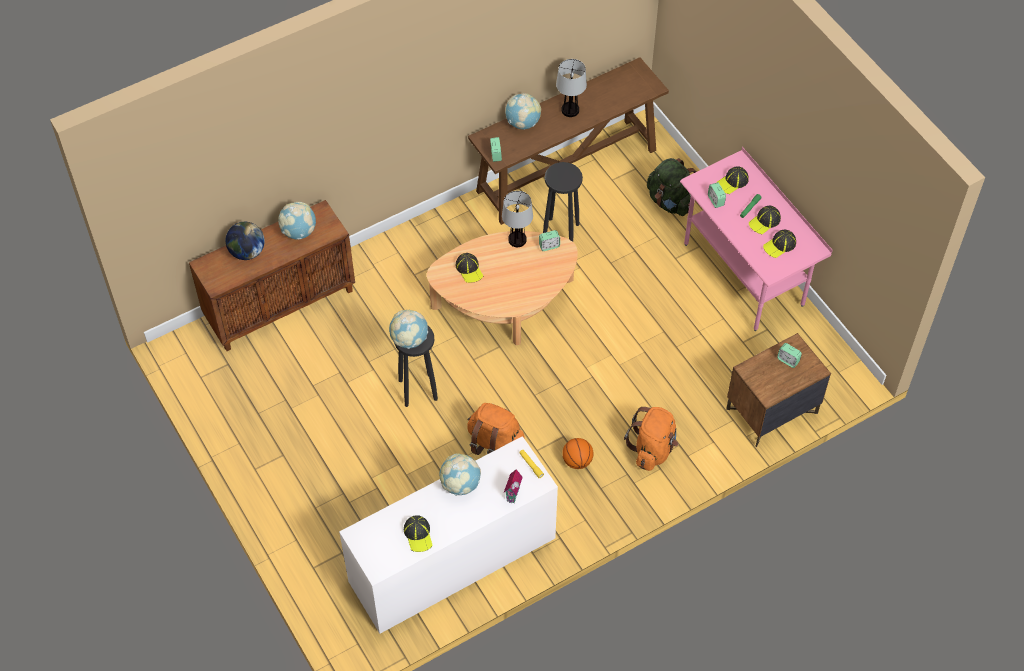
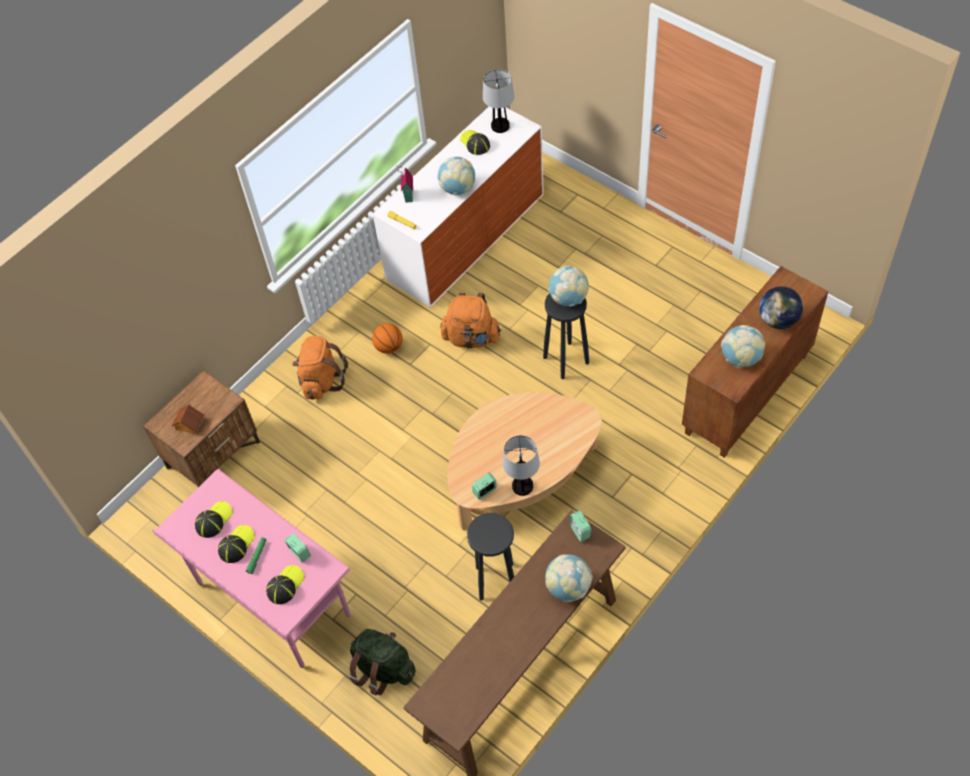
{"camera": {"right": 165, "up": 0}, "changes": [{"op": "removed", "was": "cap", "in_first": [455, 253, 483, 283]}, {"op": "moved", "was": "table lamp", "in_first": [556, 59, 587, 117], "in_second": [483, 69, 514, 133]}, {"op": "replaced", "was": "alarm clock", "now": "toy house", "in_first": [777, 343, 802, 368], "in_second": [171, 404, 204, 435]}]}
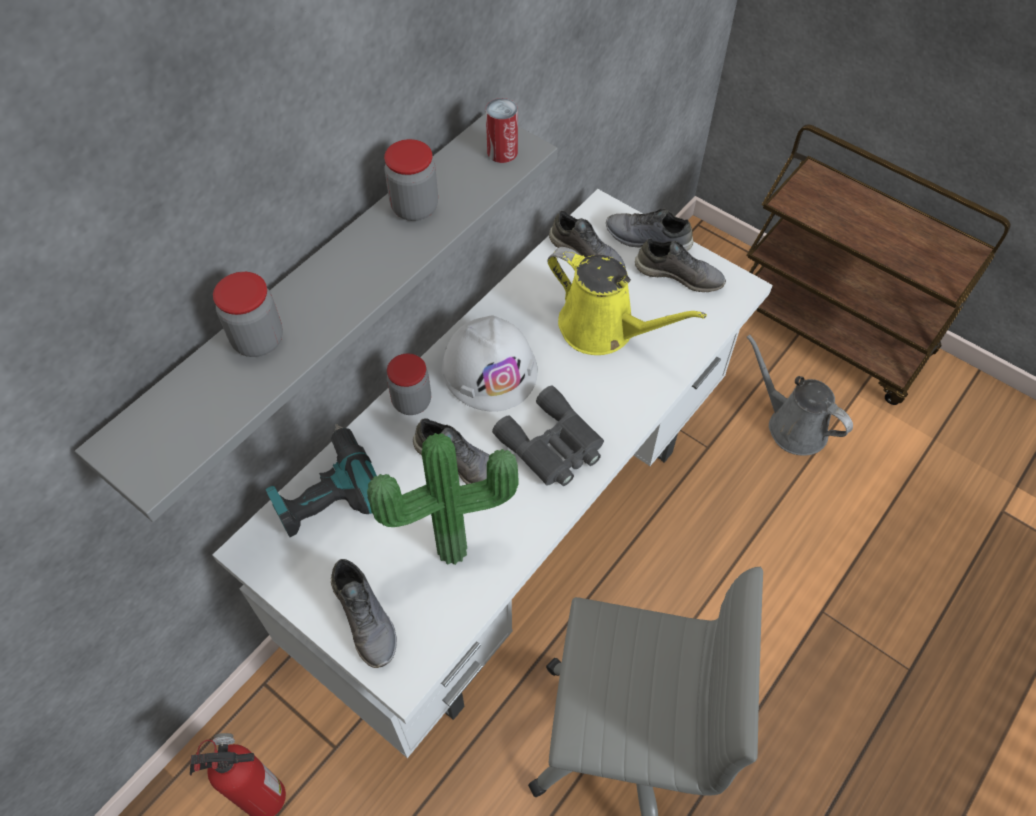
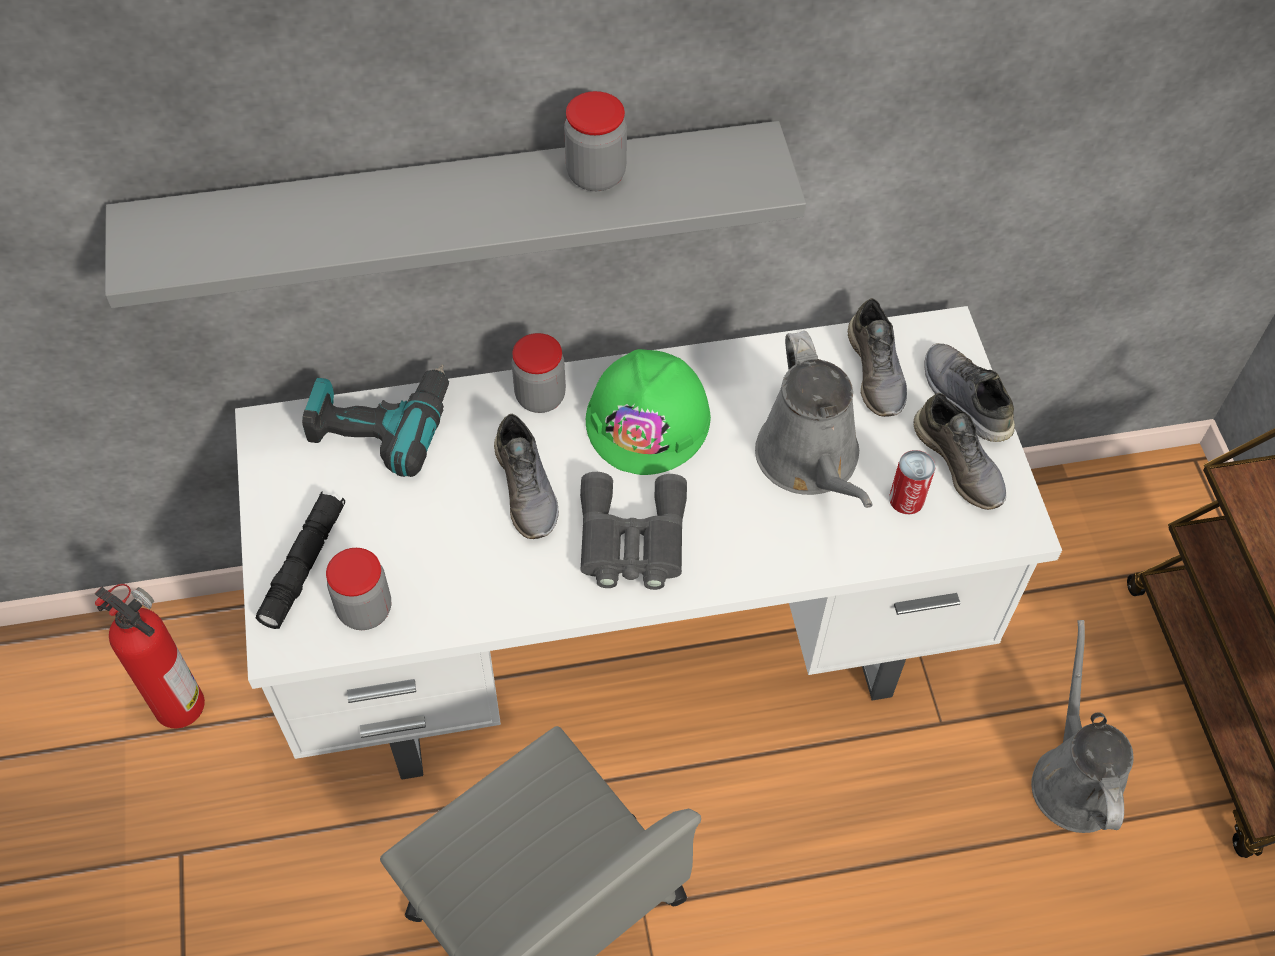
{"camera": {"right": 40, "up": 0}, "changes": [{"op": "moved", "was": "jar", "in_first": [213, 272, 283, 357], "in_second": [326, 548, 391, 630]}, {"op": "replaced", "was": "grey shoe", "now": "black flashlight", "in_first": [331, 559, 397, 668], "in_second": [256, 491, 345, 629]}, {"op": "removed", "was": "potted plant", "in_first": [367, 433, 519, 565]}, {"op": "recoloured", "was": "white hard hat", "now": "green hard hat", "in_first": [442, 316, 538, 412], "in_second": [586, 349, 711, 475]}, {"op": "moved", "was": "can", "in_first": [486, 98, 518, 163], "in_second": [889, 450, 935, 514]}, {"op": "recoloured", "was": "yellow watering can", "now": "grey watering can", "in_first": [547, 247, 707, 355], "in_second": [755, 331, 873, 508]}]}
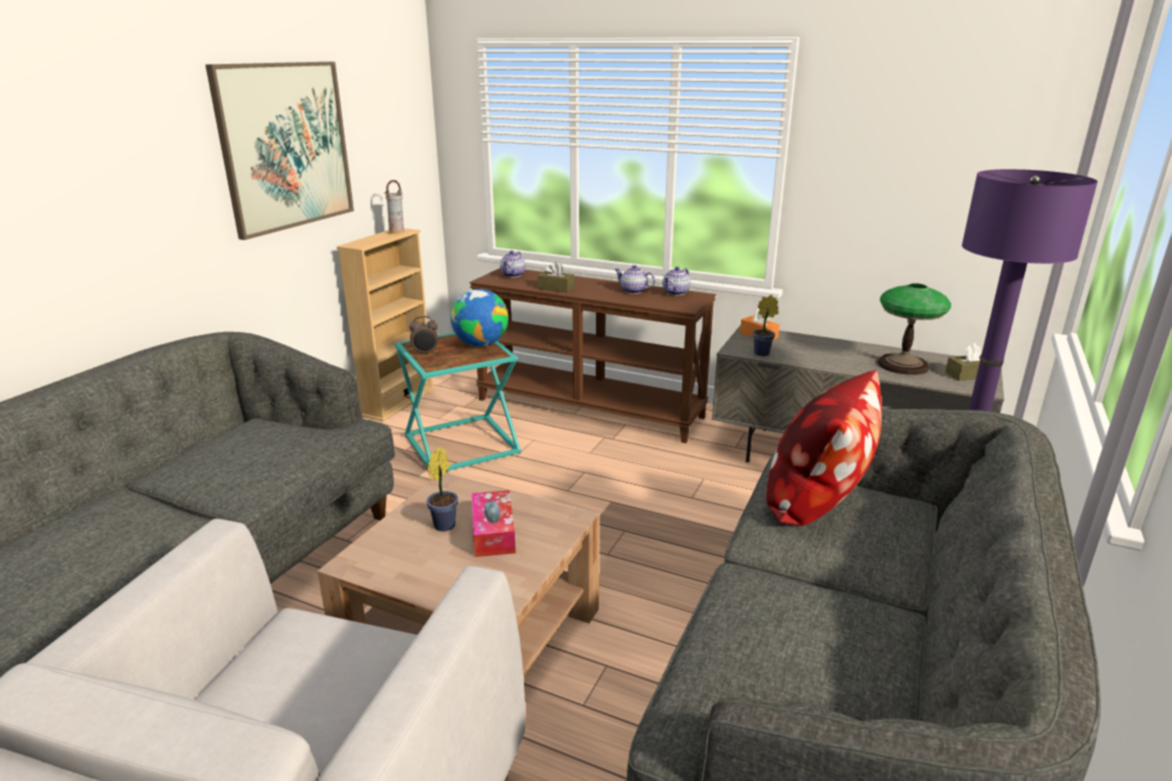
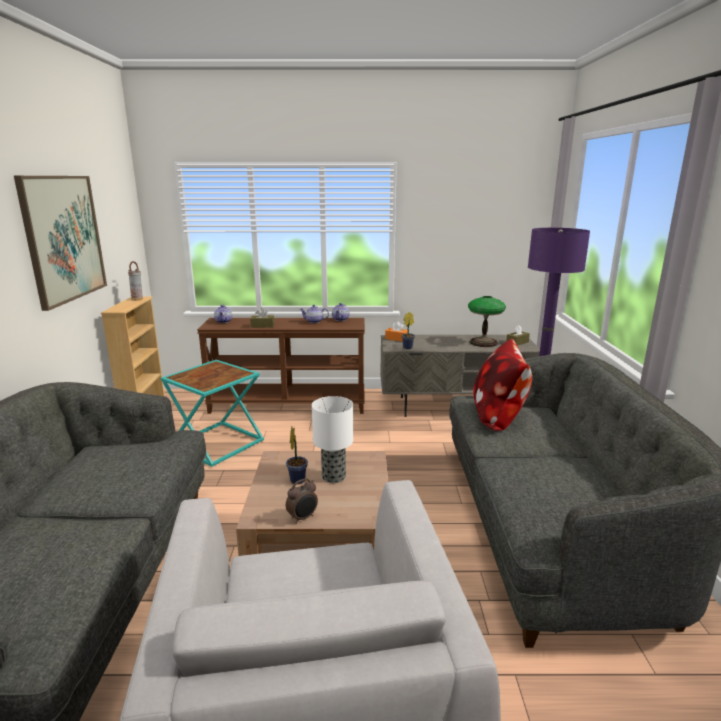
{"camera": {"right": -25, "up": -5}, "changes": [{"op": "moved", "was": "alarm clock", "in_first": [409, 316, 438, 355], "in_second": [286, 478, 318, 524]}, {"op": "removed", "was": "globe", "in_first": [451, 289, 508, 346]}, {"op": "replaced", "was": "tissue box", "now": "table lamp", "in_first": [472, 490, 516, 557], "in_second": [312, 396, 353, 483]}]}
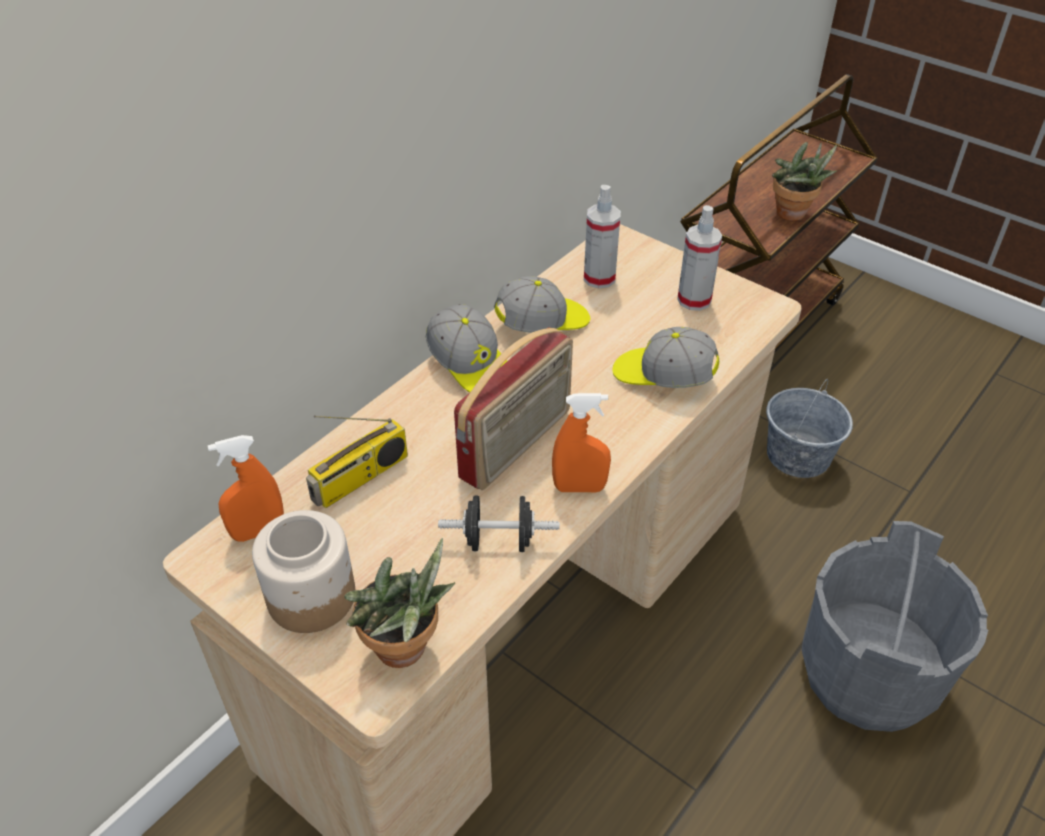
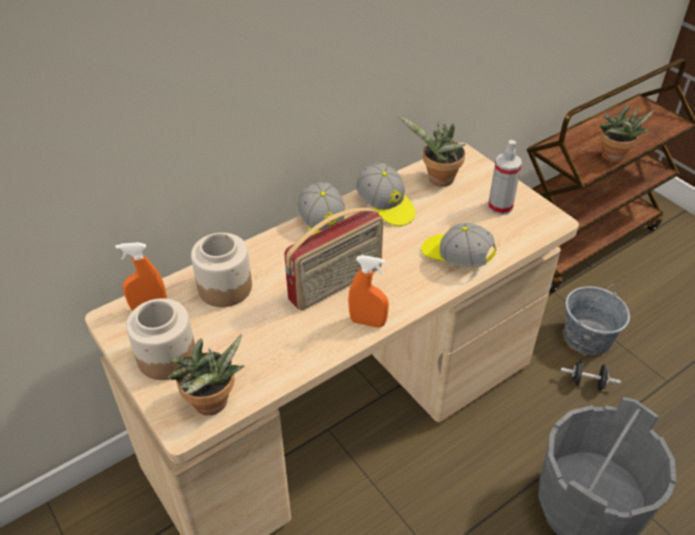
{"camera": {"right": 15, "up": 0}, "changes": [{"op": "replaced", "was": "radio", "now": "jar", "in_first": [306, 415, 408, 508], "in_second": [191, 233, 252, 307]}, {"op": "moved", "was": "black dumbbell", "in_first": [438, 495, 560, 552], "in_second": [561, 360, 621, 391]}, {"op": "turned", "was": "cap", "in_first": [494, 276, 591, 333], "in_second": [355, 163, 415, 226], "clockwise": 60}, {"op": "replaced", "was": "spray bottle", "now": "potted plant", "in_first": [584, 185, 621, 289], "in_second": [398, 116, 466, 187]}]}
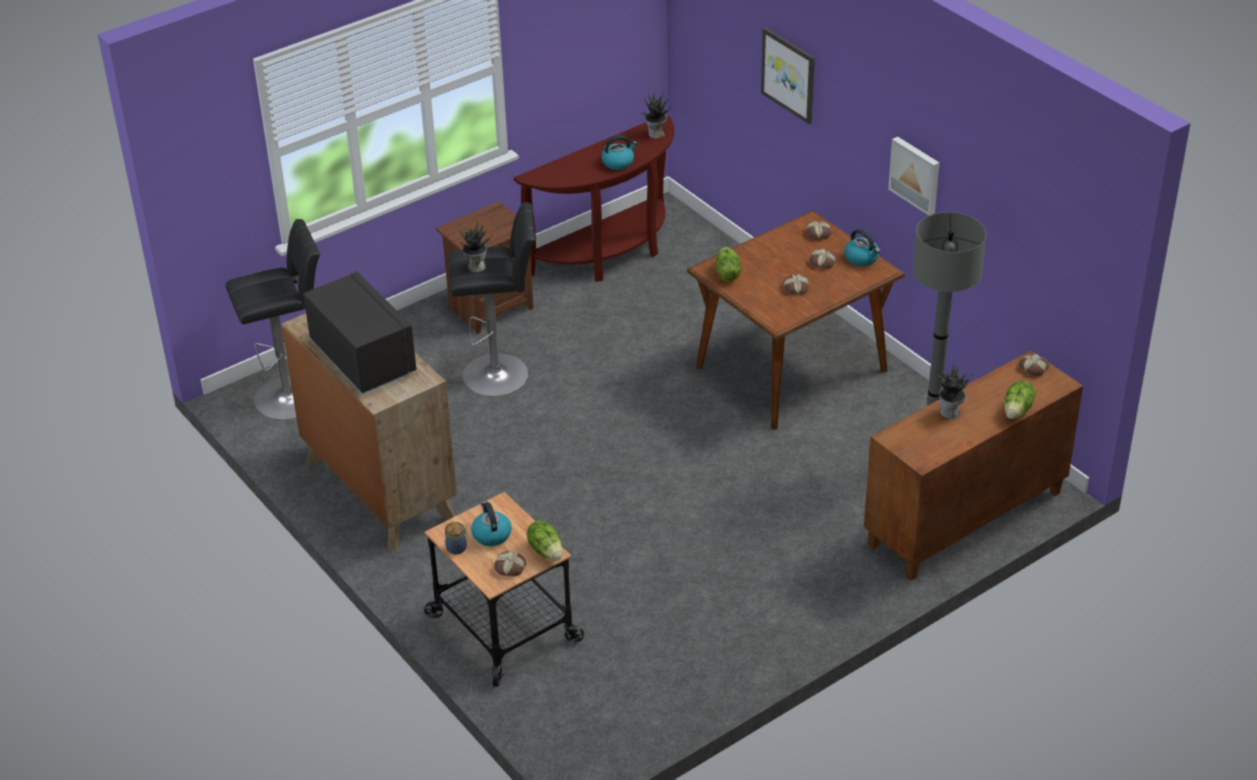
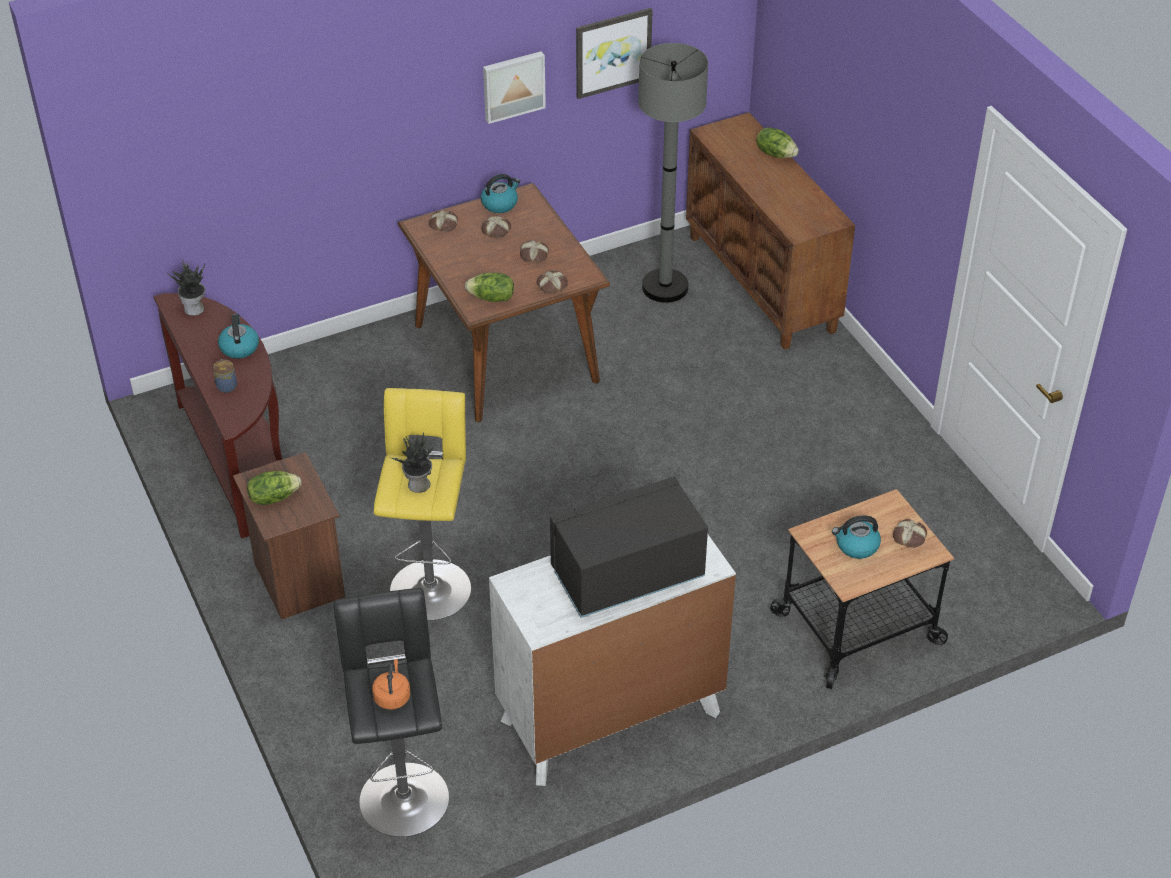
{"camera": {"right": -80, "up": 5}, "changes": [{"op": "recoloured", "was": "brown dresser", "now": "white dresser", "in_first": [281, 313, 457, 552], "in_second": [489, 535, 736, 786]}, {"op": "moved", "was": "jar", "in_first": [445, 522, 468, 554], "in_second": [213, 359, 237, 393]}, {"op": "recoloured", "was": "black stool", "now": "yellow stool", "in_first": [448, 202, 535, 396], "in_second": [374, 388, 471, 621]}, {"op": "moved", "was": "lettuce", "in_first": [527, 520, 563, 561], "in_second": [247, 471, 301, 505]}, {"op": "moved", "was": "picture", "in_first": [761, 27, 815, 124], "in_second": [576, 8, 653, 99]}, {"op": "removed", "was": "potted plant", "in_first": [936, 364, 974, 419]}, {"op": "moved", "was": "bread", "in_first": [1018, 353, 1049, 377], "in_second": [536, 270, 568, 294]}, {"op": "added", "now": "orange kettle", "in_second": [372, 659, 410, 710]}]}
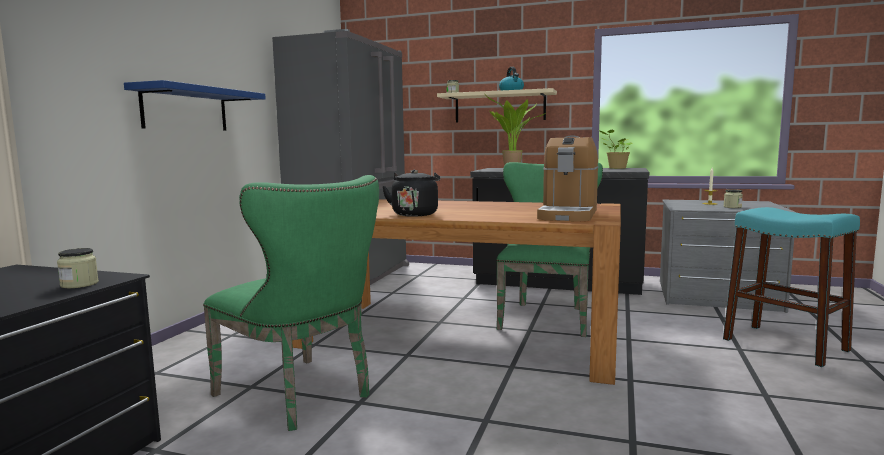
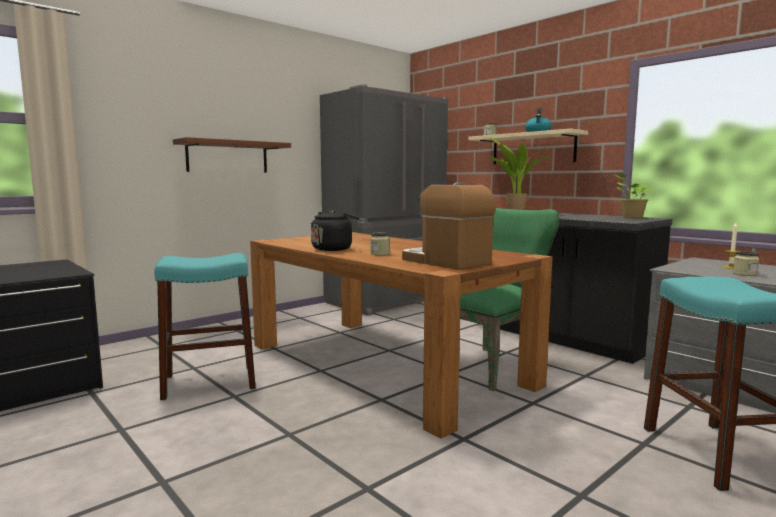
{"camera": {"right": 30, "up": 0}, "changes": [{"op": "moved", "was": "jar", "in_first": [57, 248, 99, 288], "in_second": [370, 232, 390, 255]}, {"op": "recoloured", "was": "blue shelf", "now": "brown shelf", "in_first": [124, 80, 266, 131], "in_second": [173, 137, 291, 173]}, {"op": "replaced", "was": "green chair", "now": "turquoise stool", "in_first": [203, 175, 379, 431], "in_second": [155, 253, 256, 400]}, {"op": "turned", "was": "coffee machine", "in_first": [537, 135, 598, 222], "in_second": [402, 182, 496, 270], "clockwise": 90}]}
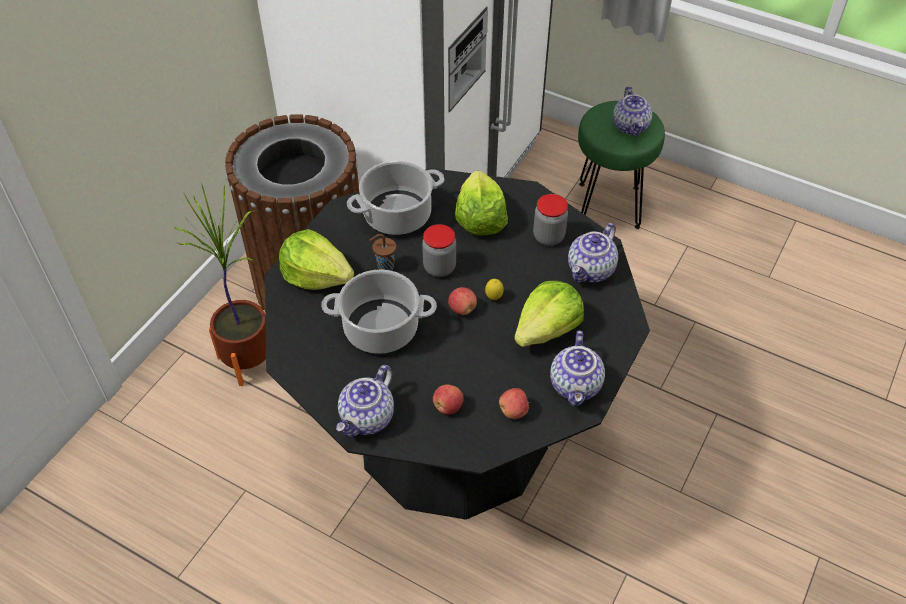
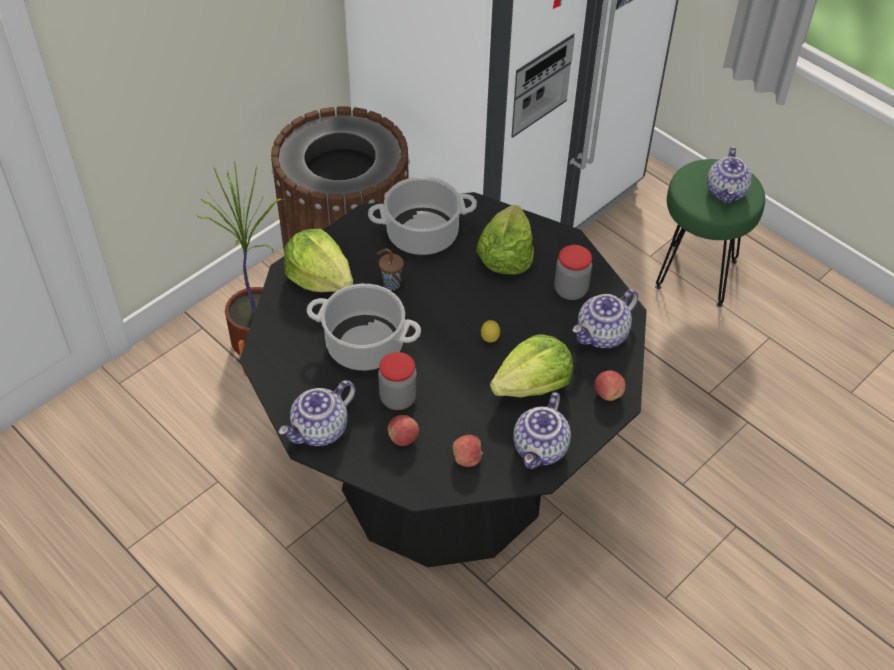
{"camera": {"right": 15, "up": 0}, "changes": [{"op": "moved", "was": "jar", "in_first": [422, 224, 456, 277], "in_second": [378, 352, 417, 410]}, {"op": "moved", "was": "apple", "in_first": [448, 287, 477, 315], "in_second": [594, 370, 625, 401]}]}
